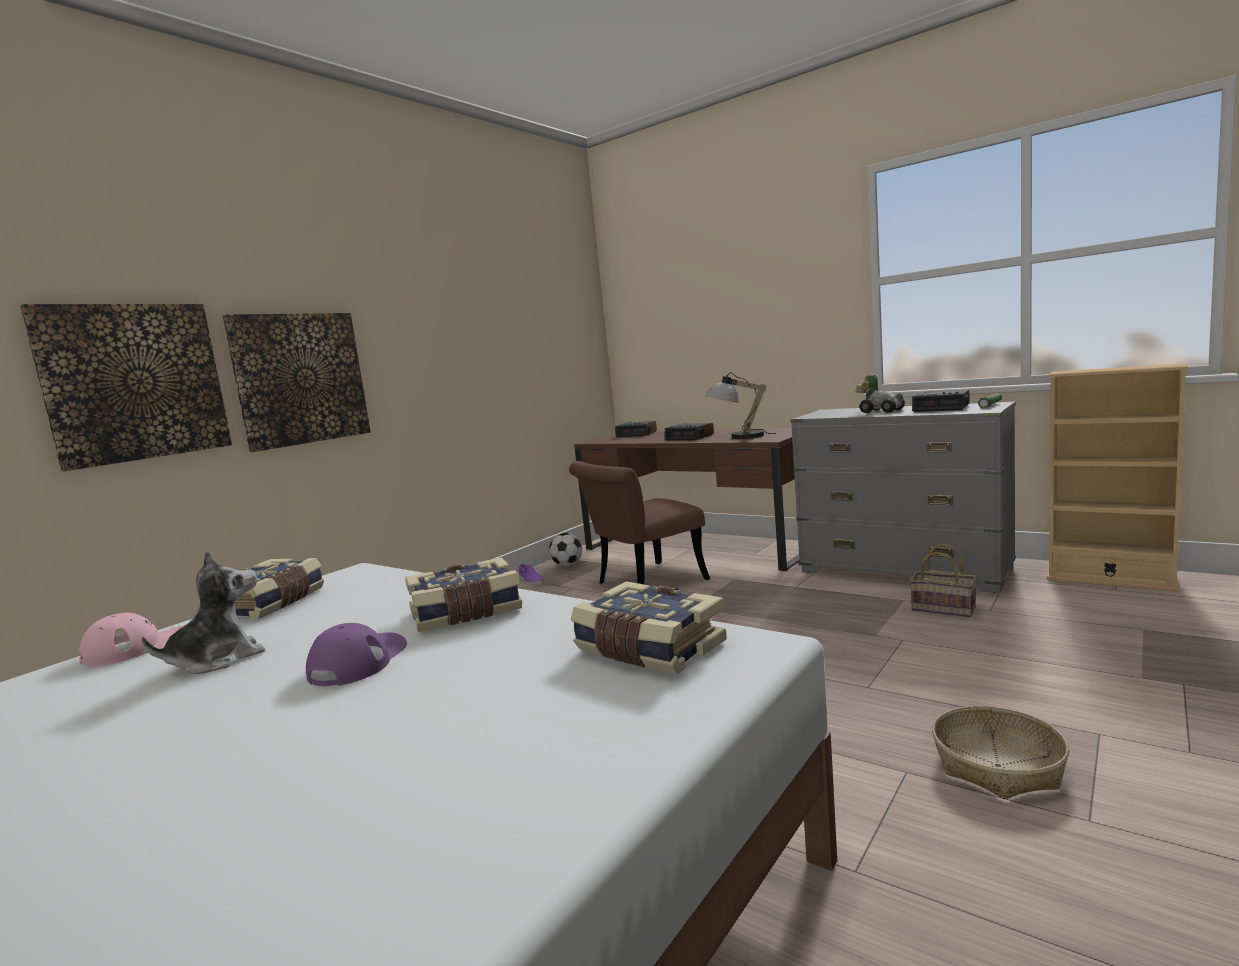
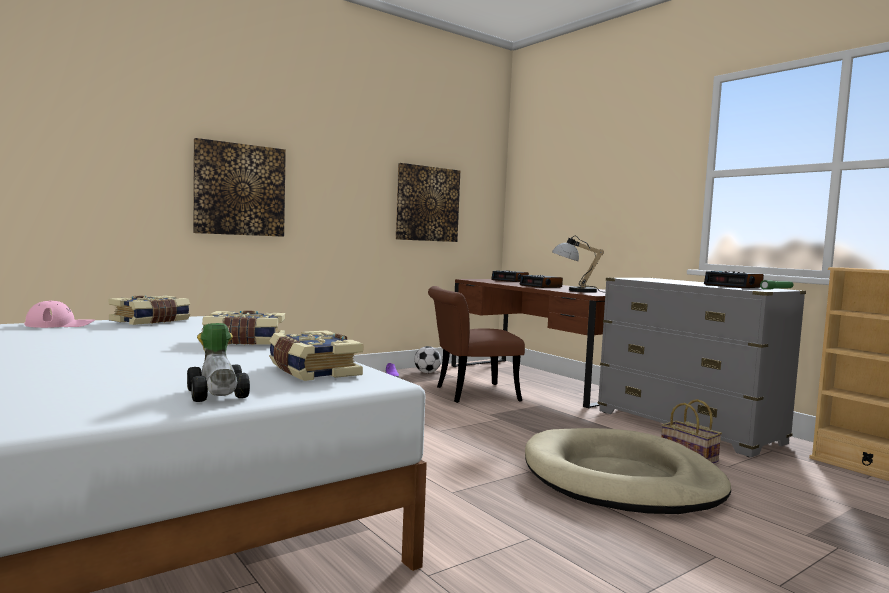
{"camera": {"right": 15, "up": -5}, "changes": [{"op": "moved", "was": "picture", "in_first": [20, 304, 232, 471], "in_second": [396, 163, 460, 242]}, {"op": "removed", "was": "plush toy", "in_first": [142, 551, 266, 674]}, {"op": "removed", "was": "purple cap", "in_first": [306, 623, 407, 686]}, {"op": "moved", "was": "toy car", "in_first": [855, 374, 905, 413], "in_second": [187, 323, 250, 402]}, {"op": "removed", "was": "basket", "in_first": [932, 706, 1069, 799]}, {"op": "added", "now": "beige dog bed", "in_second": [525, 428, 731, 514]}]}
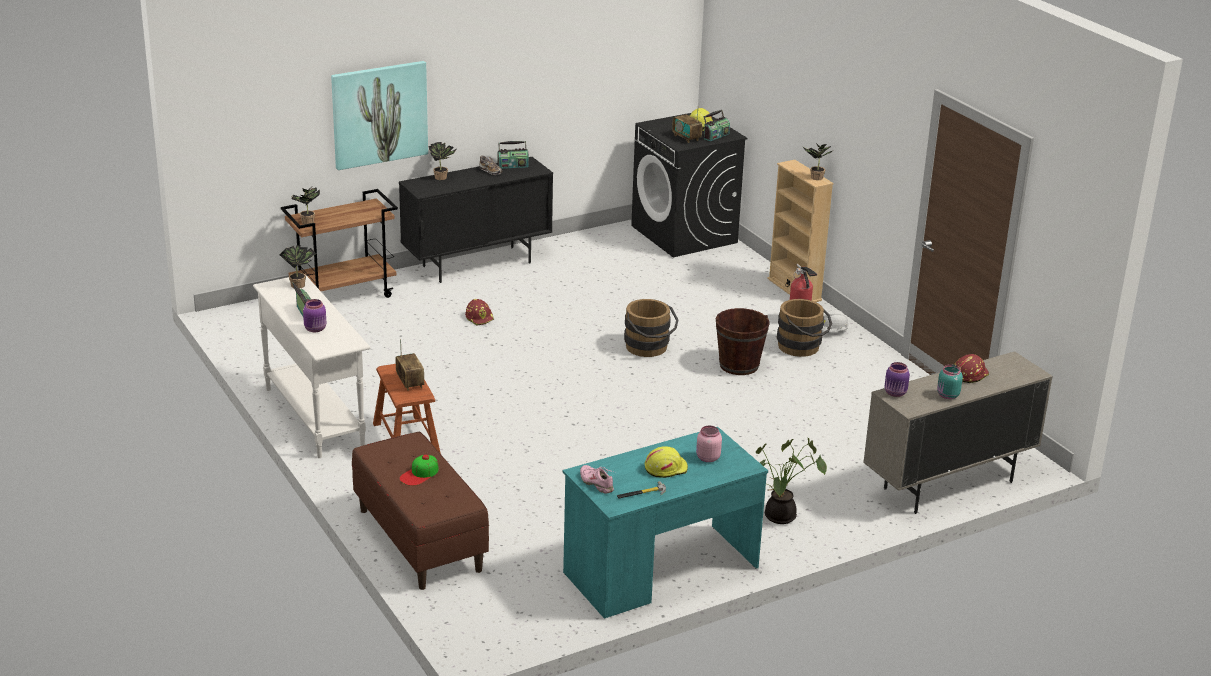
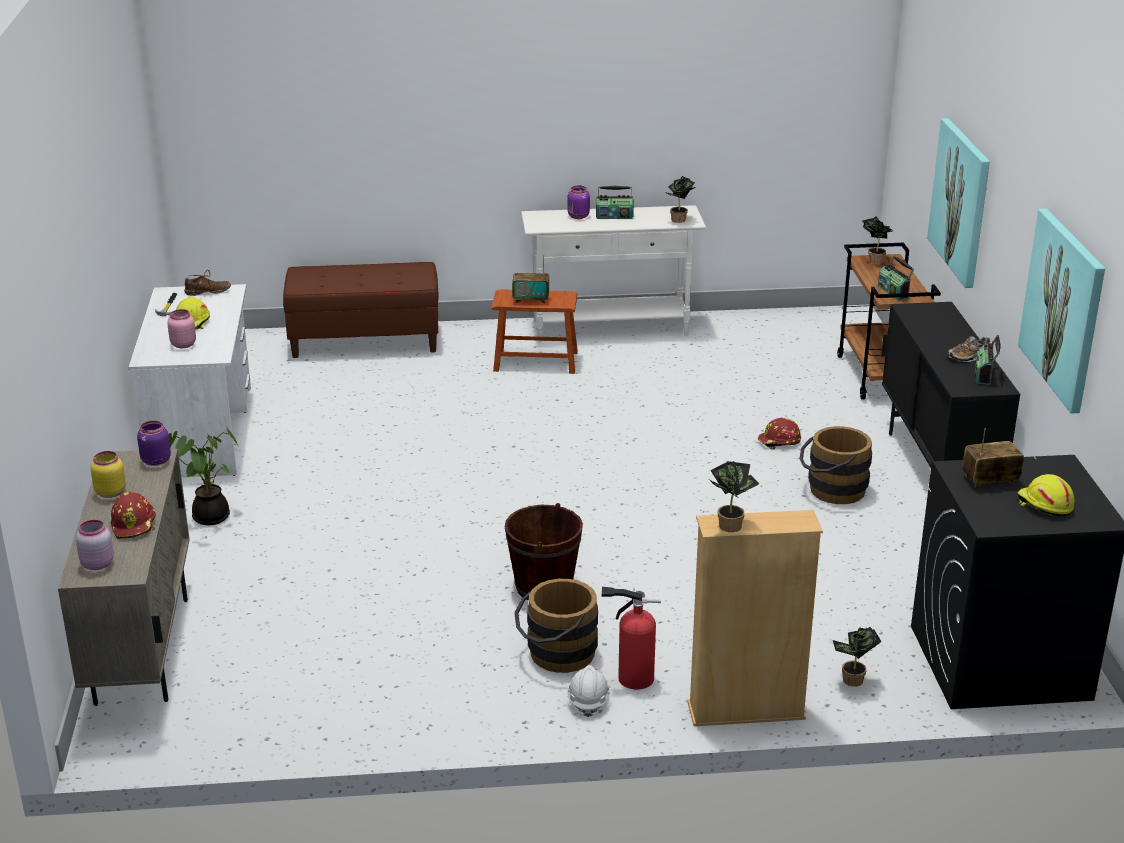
{"camera": {"right": 115, "up": 0}, "changes": [{"op": "removed", "was": "cap", "in_first": [400, 455, 439, 486]}, {"op": "moved", "was": "potted plant", "in_first": [428, 142, 457, 180], "in_second": [833, 627, 882, 687]}, {"op": "recoloured", "was": "turquoise desk", "now": "white desk", "in_first": [562, 427, 768, 619], "in_second": [129, 284, 251, 478]}, {"op": "recoloured", "was": "pink shoe", "now": "brown shoe", "in_first": [580, 465, 615, 494], "in_second": [184, 270, 231, 296]}, {"op": "moved", "was": "brown bucket", "in_first": [624, 299, 678, 357], "in_second": [799, 426, 872, 504]}, {"op": "moved", "was": "radio", "in_first": [704, 110, 730, 141], "in_second": [878, 256, 914, 300]}, {"op": "recoloured", "was": "turquoise jar", "now": "yellow jar", "in_first": [937, 364, 963, 399], "in_second": [91, 451, 126, 498]}, {"op": "added", "now": "pink jar", "in_second": [76, 520, 114, 570]}, {"op": "added", "now": "picture", "in_second": [1018, 209, 1105, 414]}]}
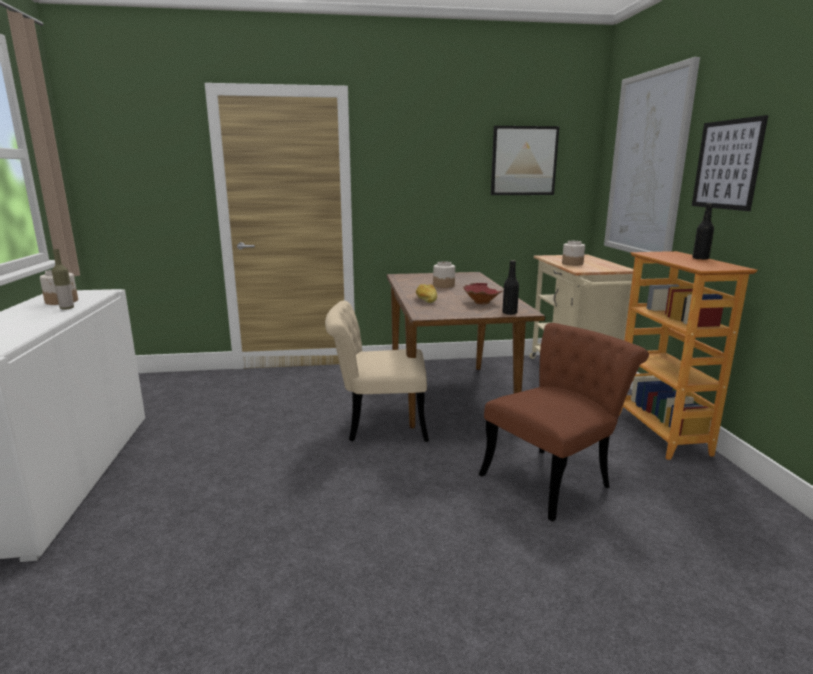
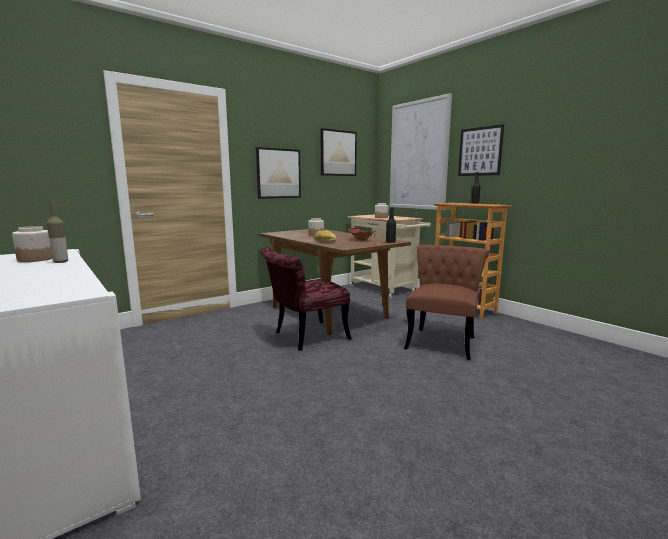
{"camera": {"right": -30, "up": -5}, "changes": [{"op": "recoloured", "was": "beige chair", "now": "red chair", "in_first": [325, 301, 429, 442], "in_second": [261, 247, 352, 351]}, {"op": "added", "now": "picture", "in_second": [256, 147, 301, 199]}]}
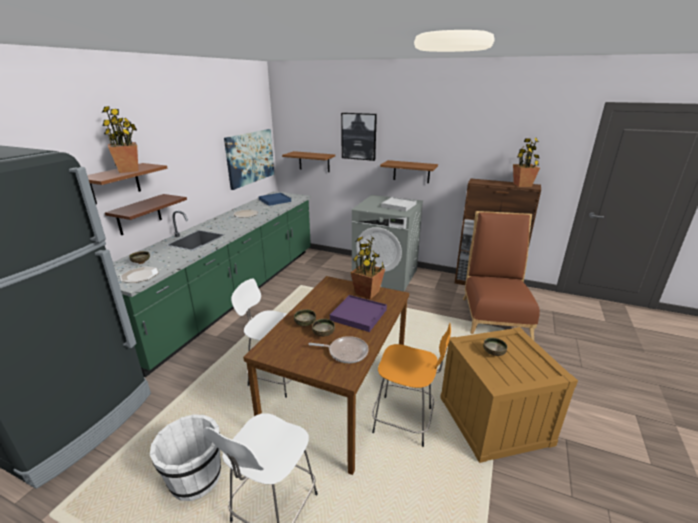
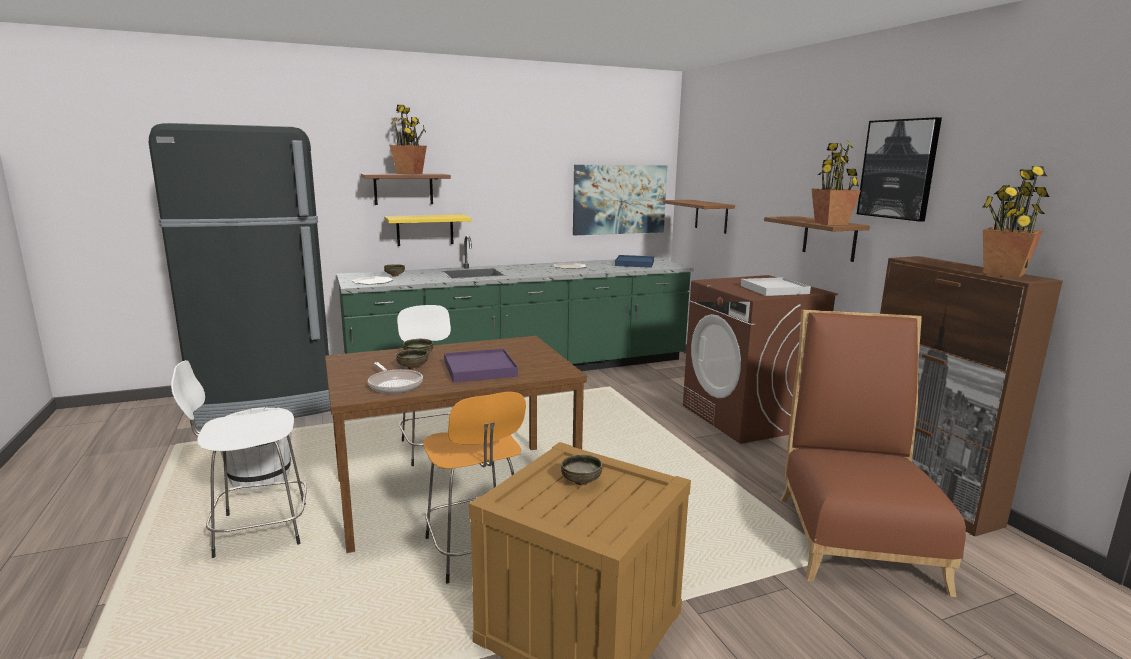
{"camera": {"right": 45, "up": -10}, "changes": [{"op": "recoloured", "was": "brown shelf", "now": "yellow shelf", "in_first": [105, 194, 187, 235], "in_second": [384, 215, 472, 246]}, {"op": "moved", "was": "picture", "in_first": [341, 113, 377, 161], "in_second": [857, 117, 942, 222]}, {"op": "moved", "was": "potted plant", "in_first": [350, 236, 385, 299], "in_second": [812, 140, 861, 225]}, {"op": "recoloured", "was": "grey washing machine", "now": "brown washing machine", "in_first": [352, 195, 423, 292], "in_second": [683, 275, 838, 444]}, {"op": "turned", "was": "brown chair", "in_first": [463, 211, 540, 340], "in_second": [781, 310, 966, 597], "clockwise": -45}]}
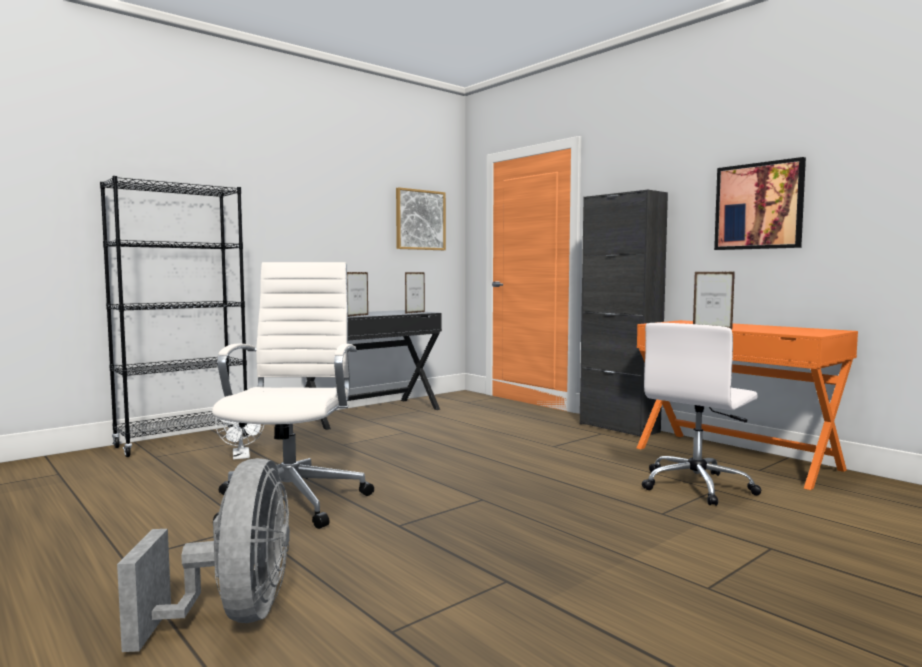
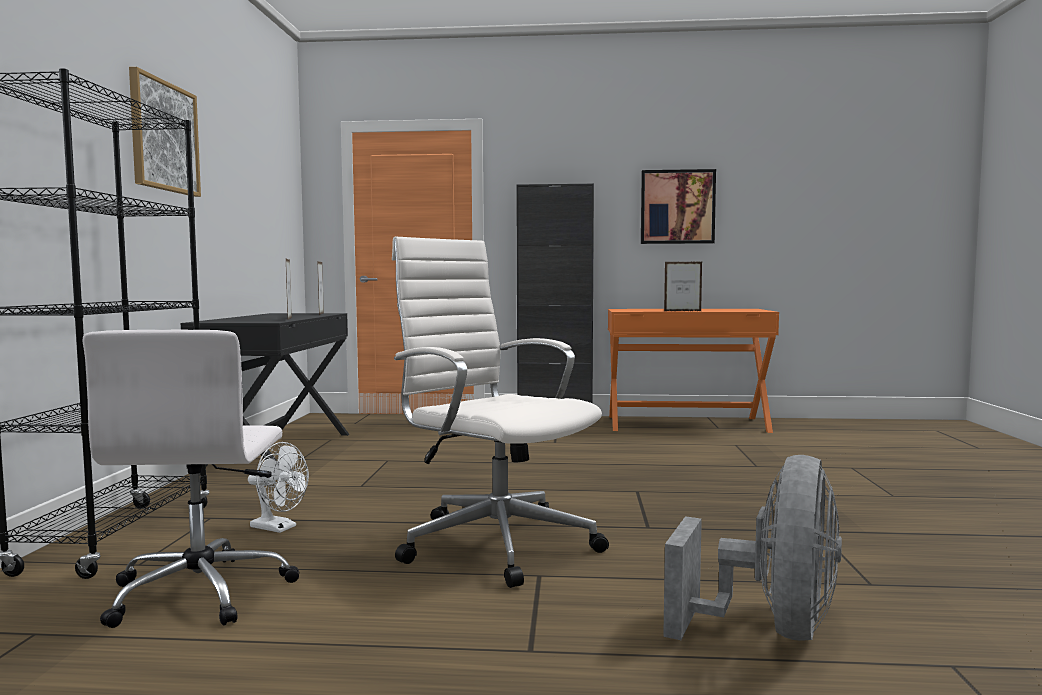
{"camera": {"right": -45, "up": 0}, "changes": [{"op": "turned", "was": "grey fan", "in_first": [117, 458, 290, 652], "in_second": [663, 455, 842, 641], "clockwise": 75}, {"op": "moved", "was": "picture", "in_first": [396, 187, 446, 250], "in_second": [129, 67, 201, 197]}, {"op": "moved", "was": "white office chair", "in_first": [642, 323, 761, 506], "in_second": [83, 330, 300, 628]}]}
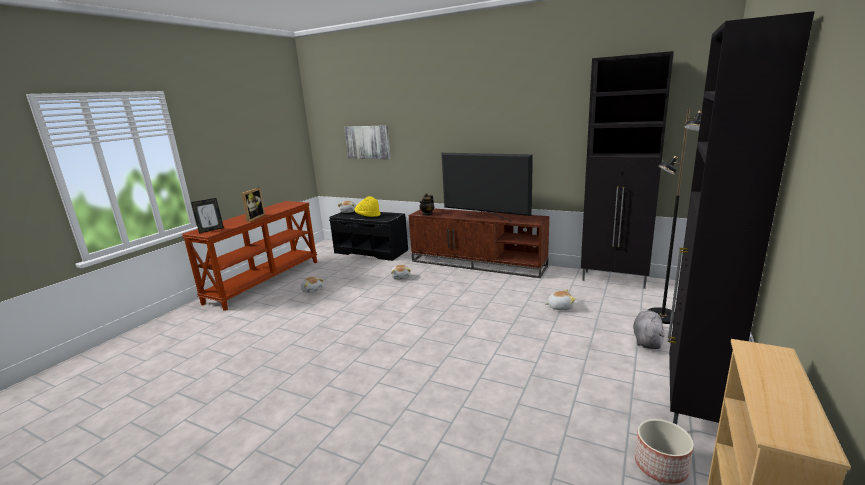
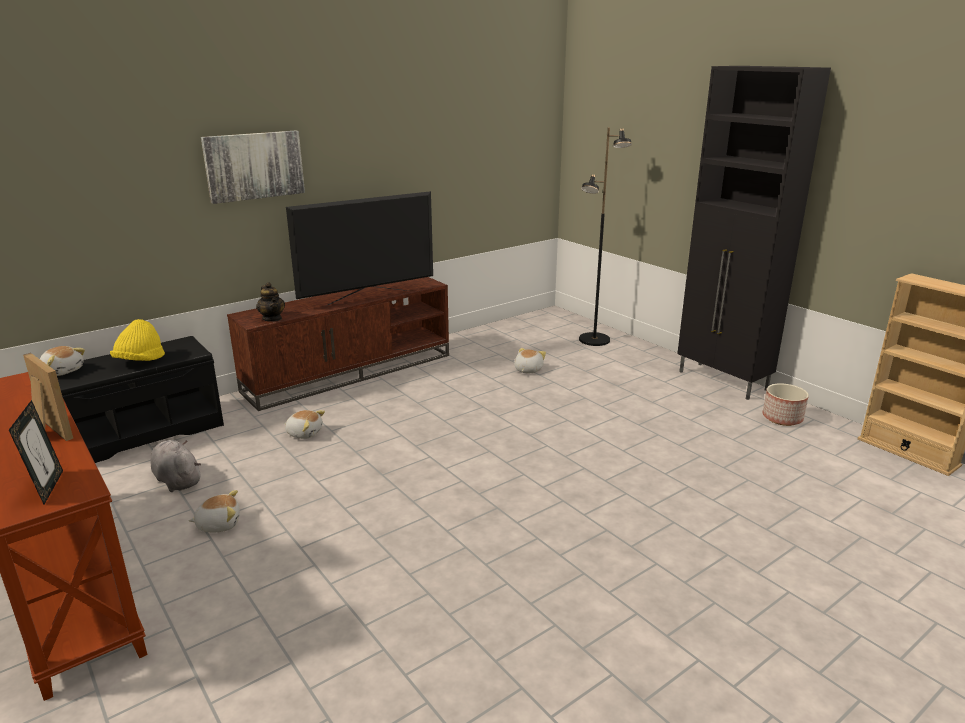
{"camera": {"right": -65, "up": 5}, "changes": [{"op": "moved", "was": "picture", "in_first": [344, 125, 391, 159], "in_second": [201, 130, 305, 204]}, {"op": "removed", "was": "black cabinet", "in_first": [581, 51, 674, 289]}, {"op": "moved", "was": "grey plush toy", "in_first": [633, 310, 664, 349], "in_second": [151, 440, 201, 492]}]}
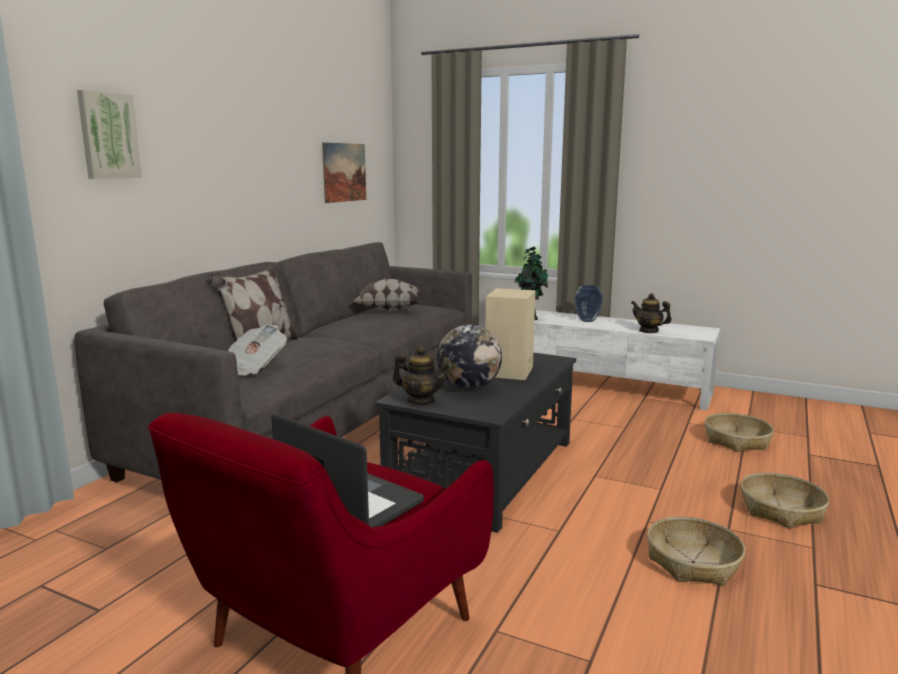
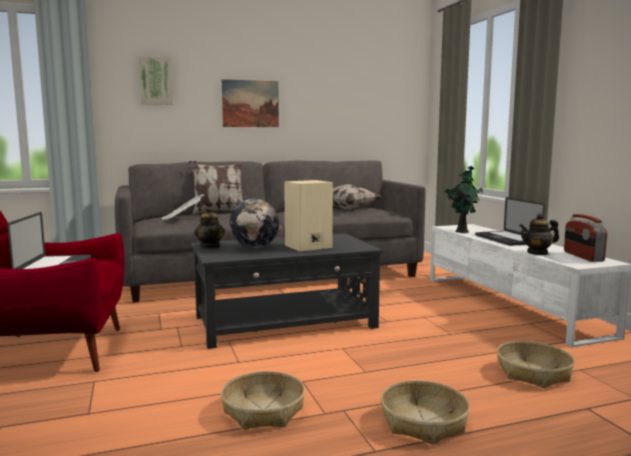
{"camera": {"right": 45, "up": -5}, "changes": [{"op": "moved", "was": "picture", "in_first": [322, 142, 366, 203], "in_second": [222, 79, 279, 127]}, {"op": "replaced", "was": "vase", "now": "laptop", "in_first": [574, 285, 603, 322], "in_second": [475, 197, 545, 246]}, {"op": "turned", "was": "teapot", "in_first": [631, 293, 672, 333], "in_second": [519, 213, 559, 255], "clockwise": -90}, {"op": "added", "now": "radio", "in_second": [564, 214, 607, 262]}]}
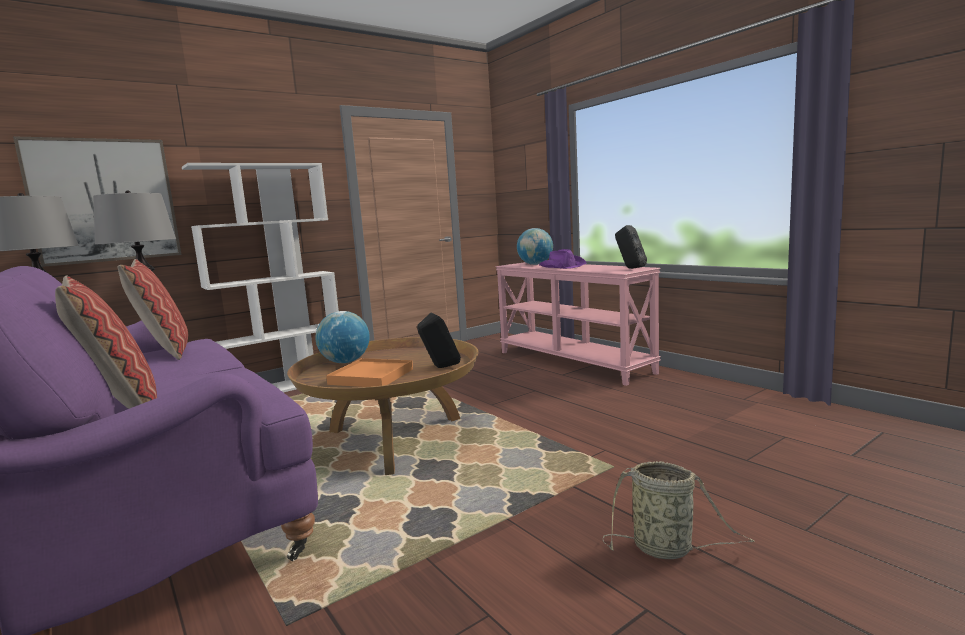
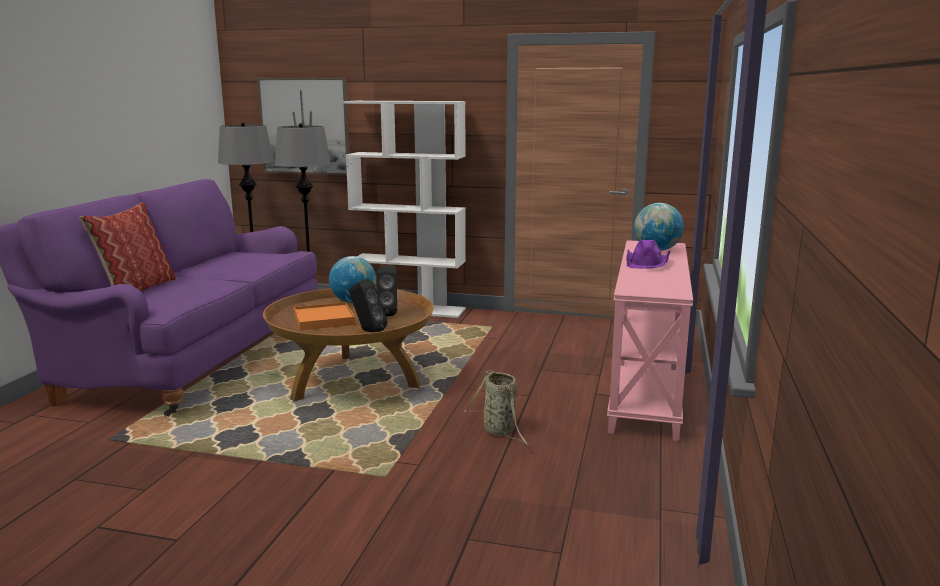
{"camera": {"right": 50, "up": 5}, "changes": [{"op": "removed", "was": "pillow", "in_first": [118, 259, 188, 360]}, {"op": "moved", "was": "basket", "in_first": [602, 461, 755, 559], "in_second": [464, 370, 531, 446]}, {"op": "moved", "was": "black speaker", "in_first": [615, 225, 647, 269], "in_second": [377, 266, 397, 316]}]}
